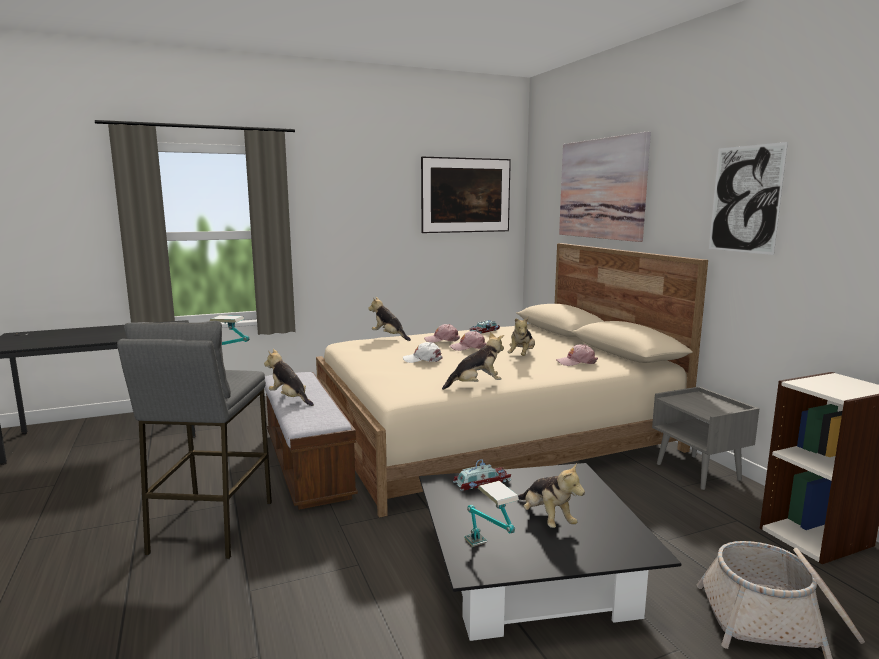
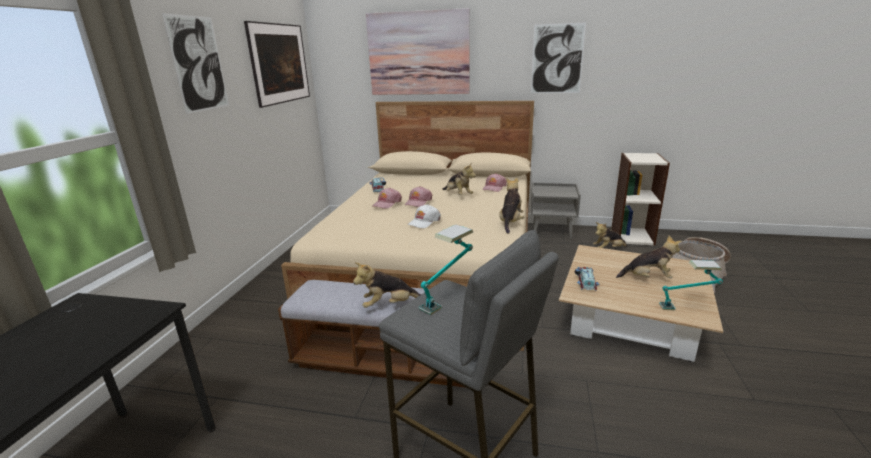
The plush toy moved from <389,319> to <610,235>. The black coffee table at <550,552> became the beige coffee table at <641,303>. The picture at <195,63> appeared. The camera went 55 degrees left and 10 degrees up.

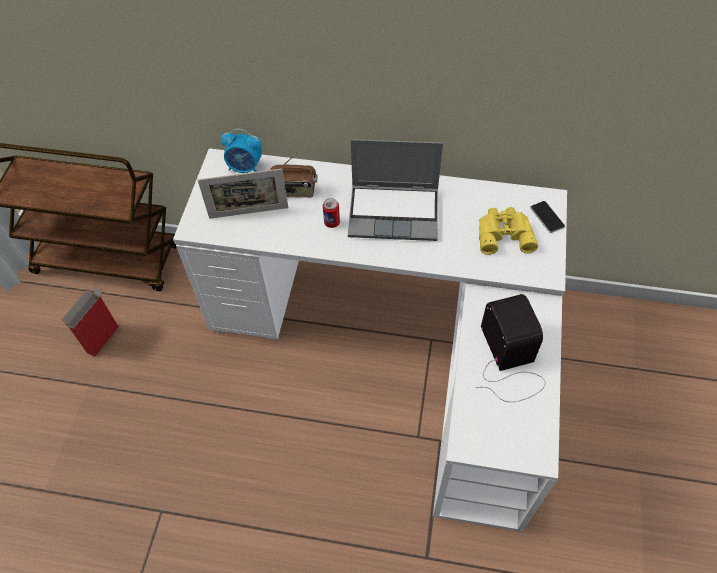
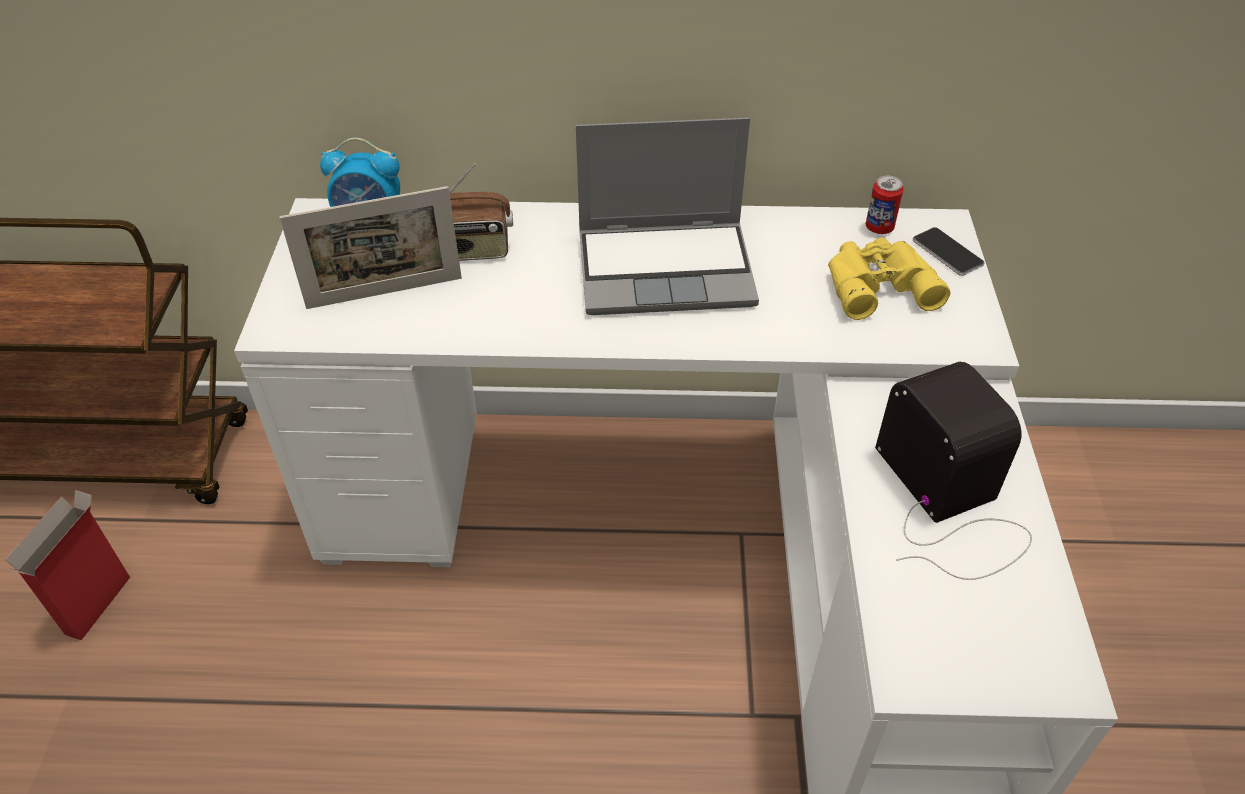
The can moved from <331,213> to <884,205>. The camera went 10 degrees left and 10 degrees down.

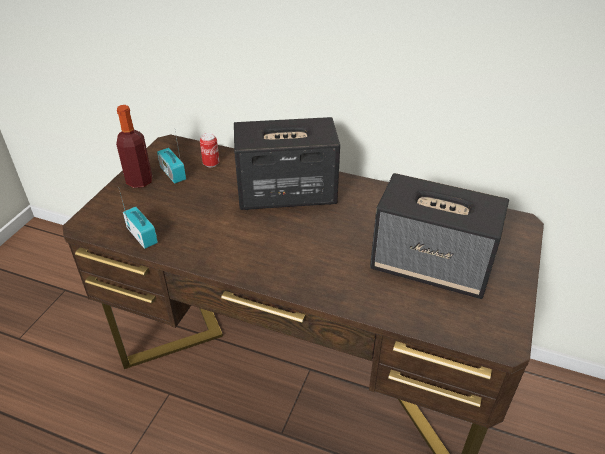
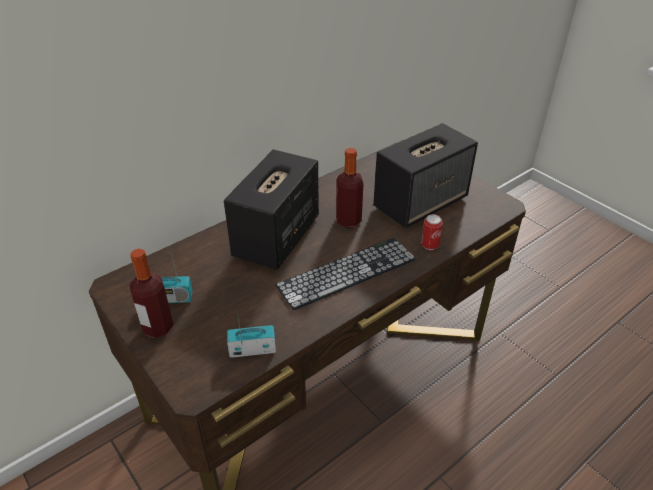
The can moved from <209,150> to <432,232>. The keyboard at <345,274> appeared. The bottle at <349,188> appeared. The camera went 60 degrees left and 0 degrees up.

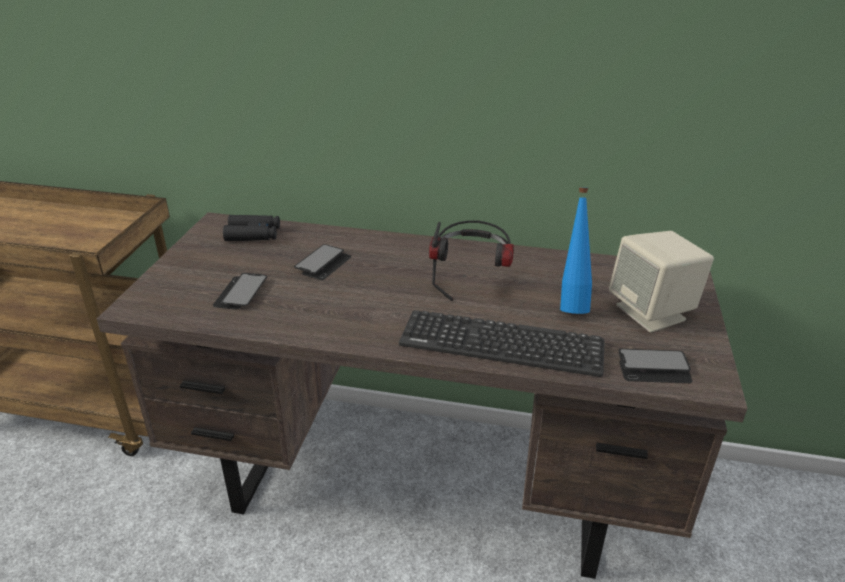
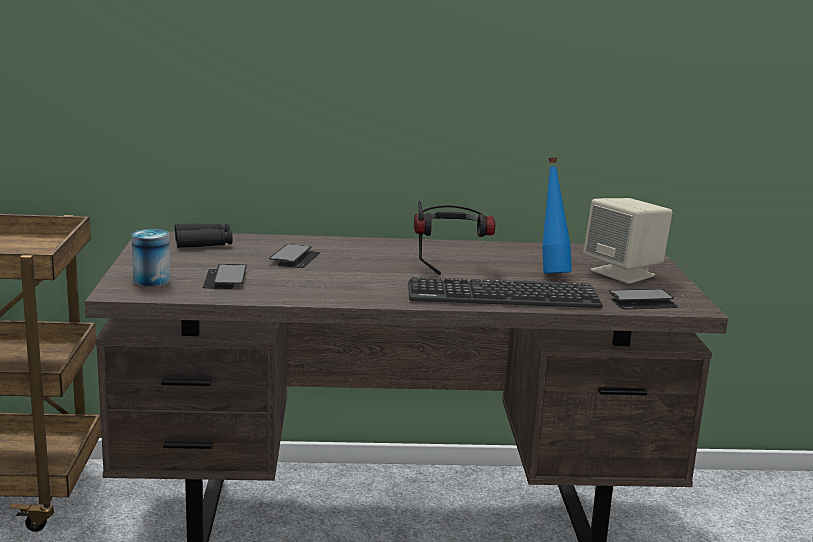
The can at <151,258> appeared. The camera went 15 degrees left and 15 degrees down.

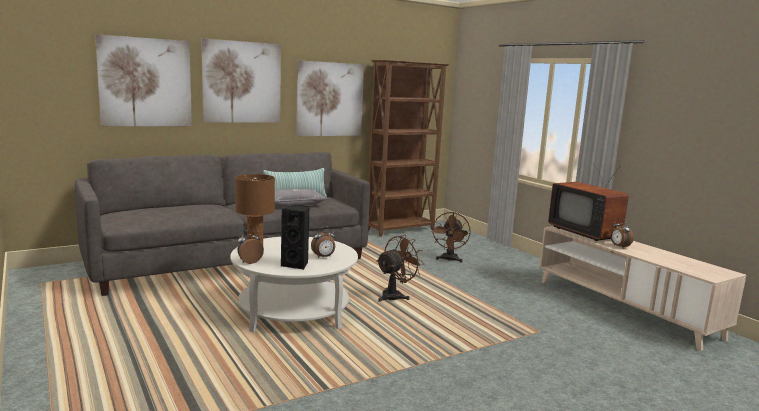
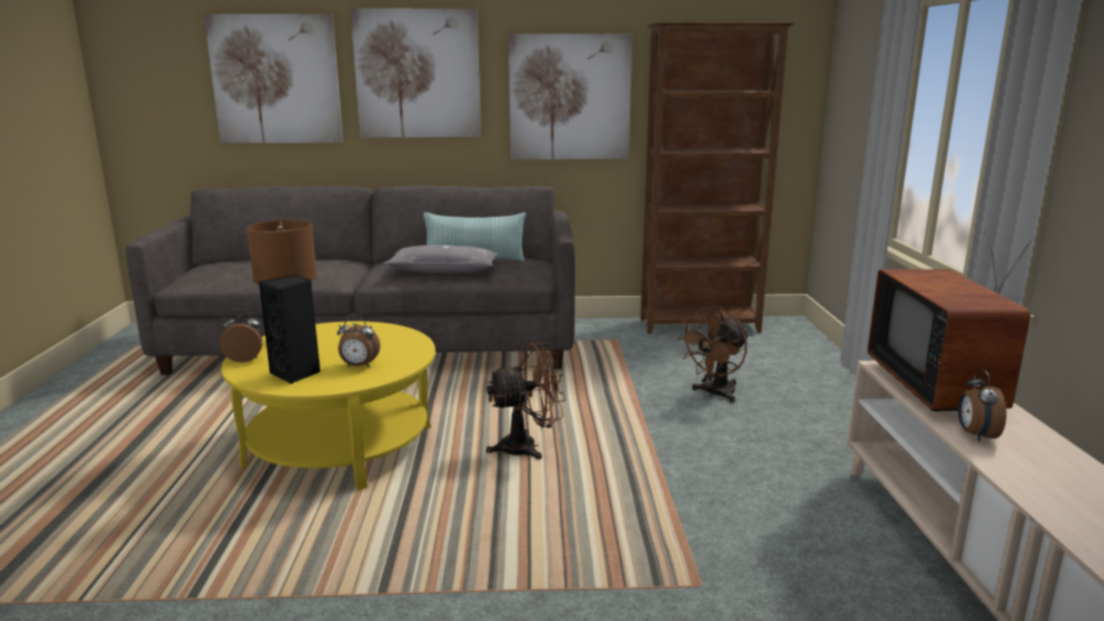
The white coffee table at <294,285> became the yellow coffee table at <328,405>. The camera went 30 degrees right and 5 degrees up.

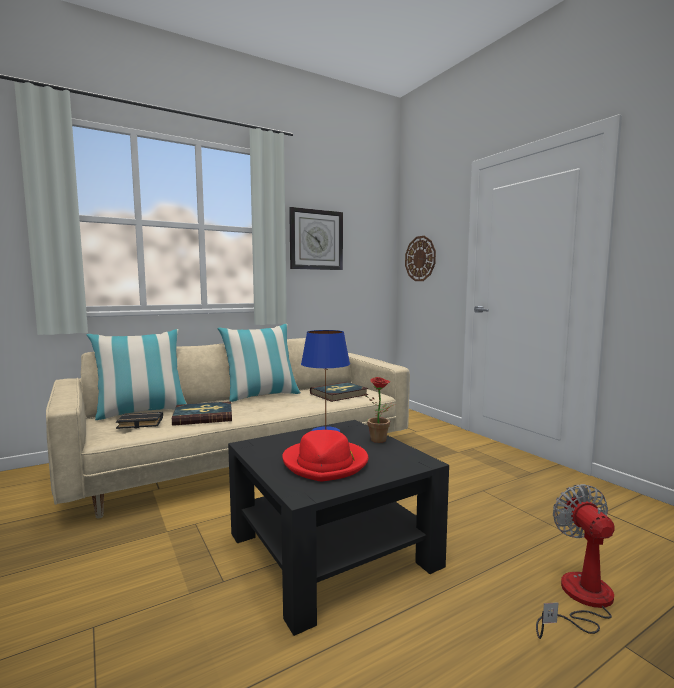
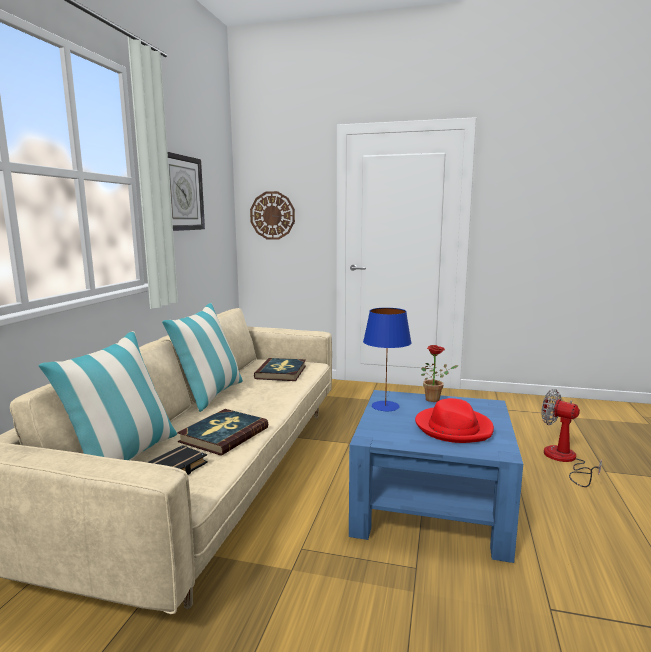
The black coffee table at <338,528> became the blue coffee table at <436,476>. The camera went 45 degrees left and 5 degrees up.

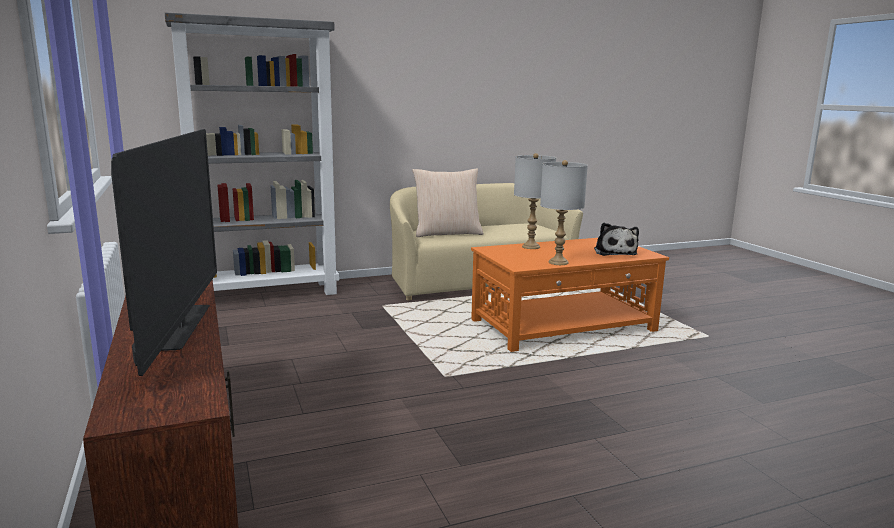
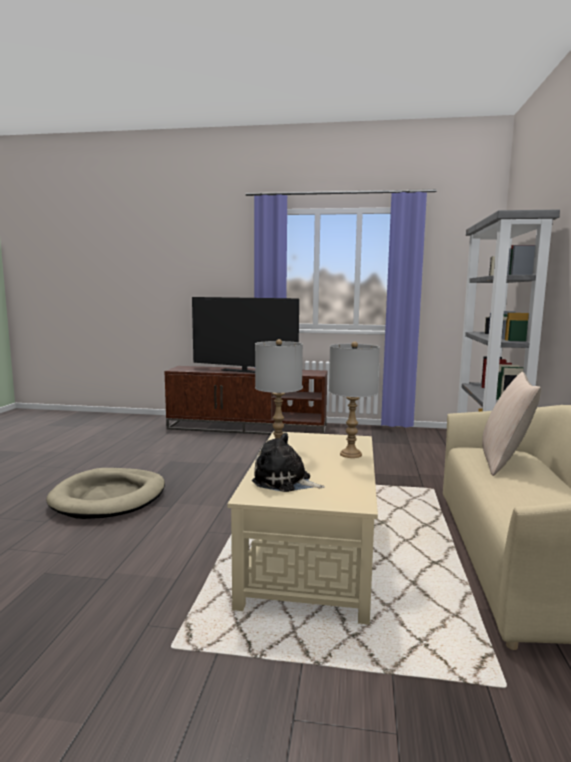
The orange coffee table at <570,295> became the beige coffee table at <302,528>. The beige dog bed at <105,493> appeared. The camera went 120 degrees right and 5 degrees down.

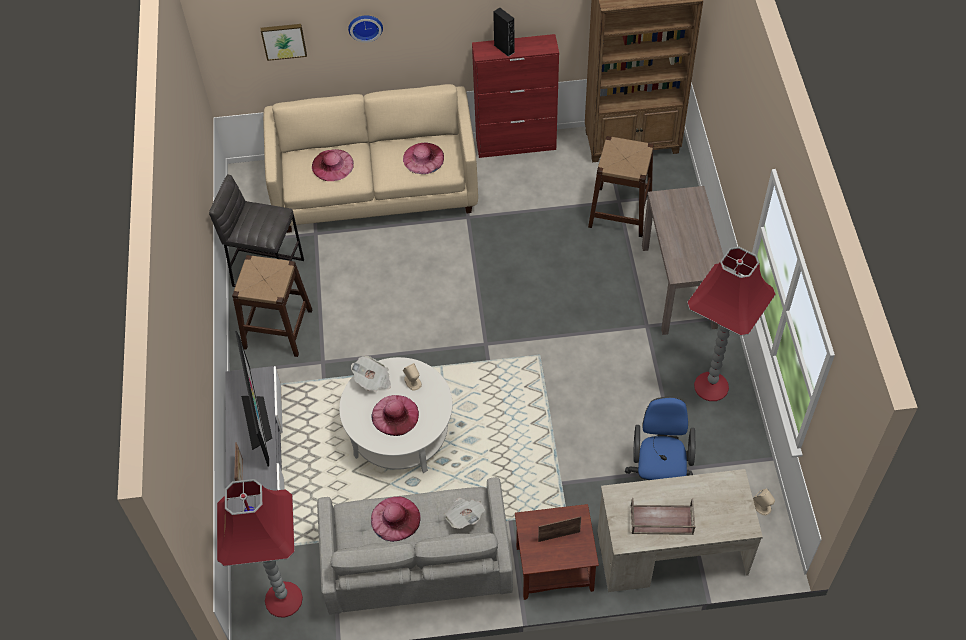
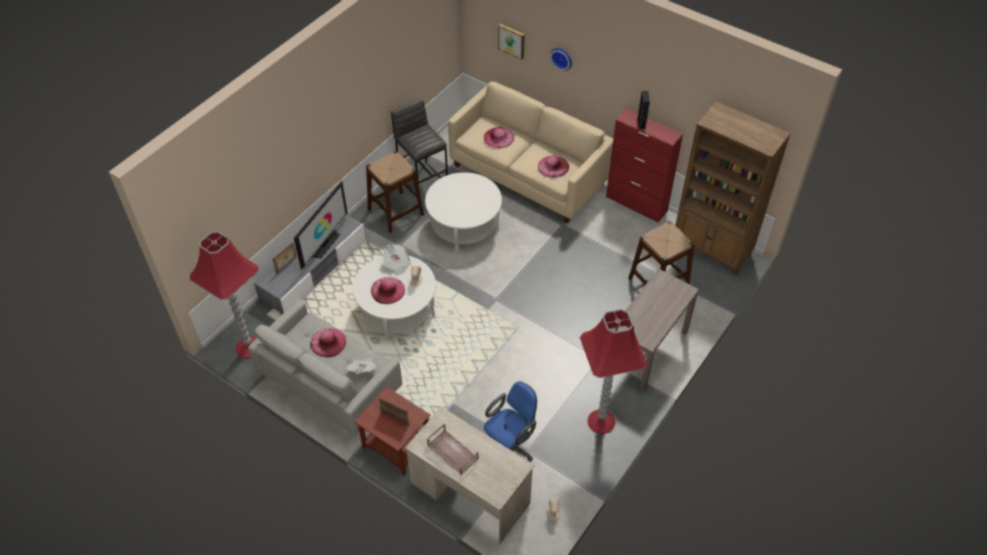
The white coffee table at <463,212> appeared. The camera went 40 degrees right and 5 degrees down.

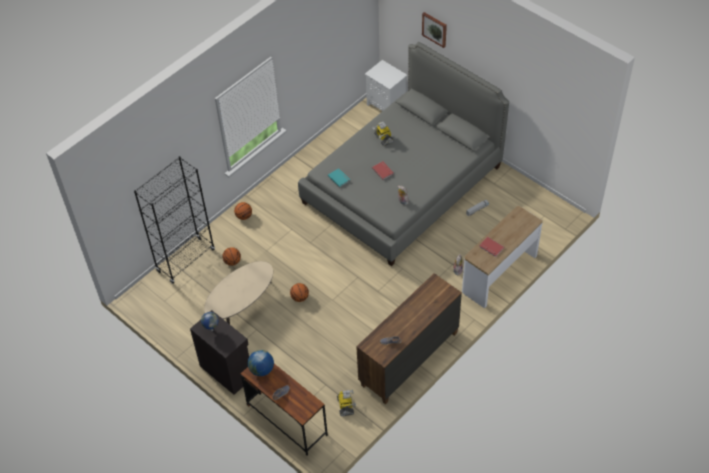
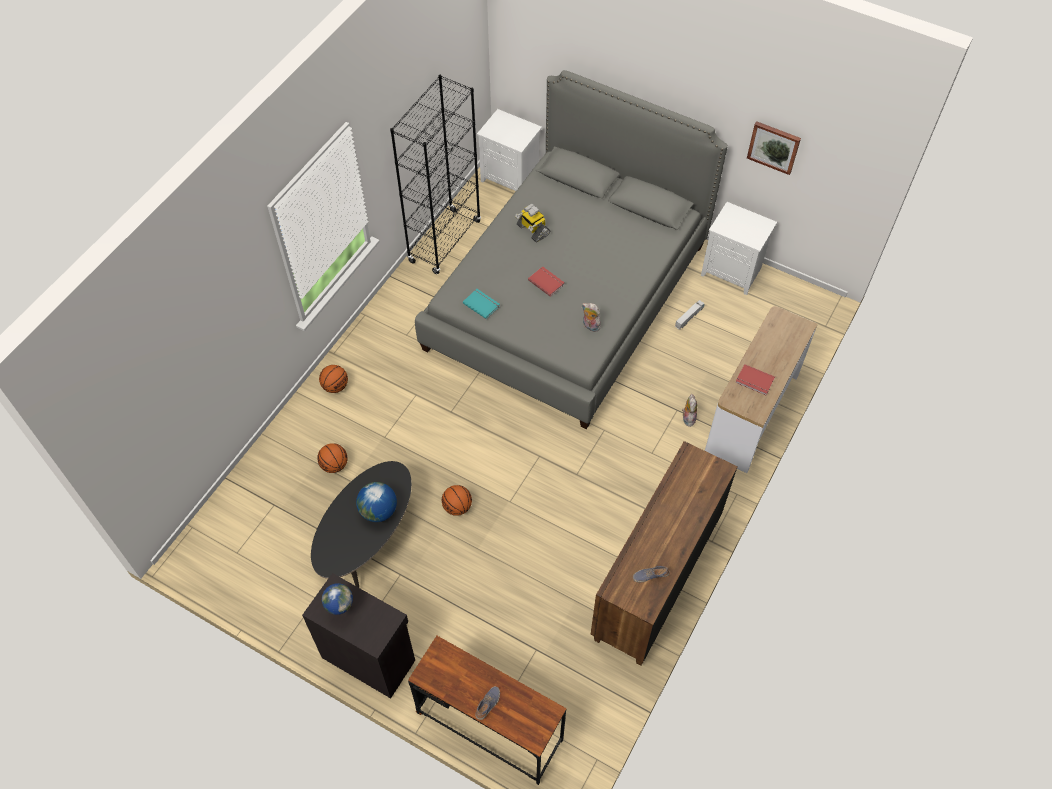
The black bookcase moved from <174,220> to <435,174>. The beige coffee table at <238,292> became the black coffee table at <361,524>. The globe moved from <261,363> to <376,502>. The toy robot at <346,402> disappeared. The picture moved from <434,30> to <774,148>. The white nightstand at <739,248> appeared. The camera went 15 degrees left and 5 degrees up.

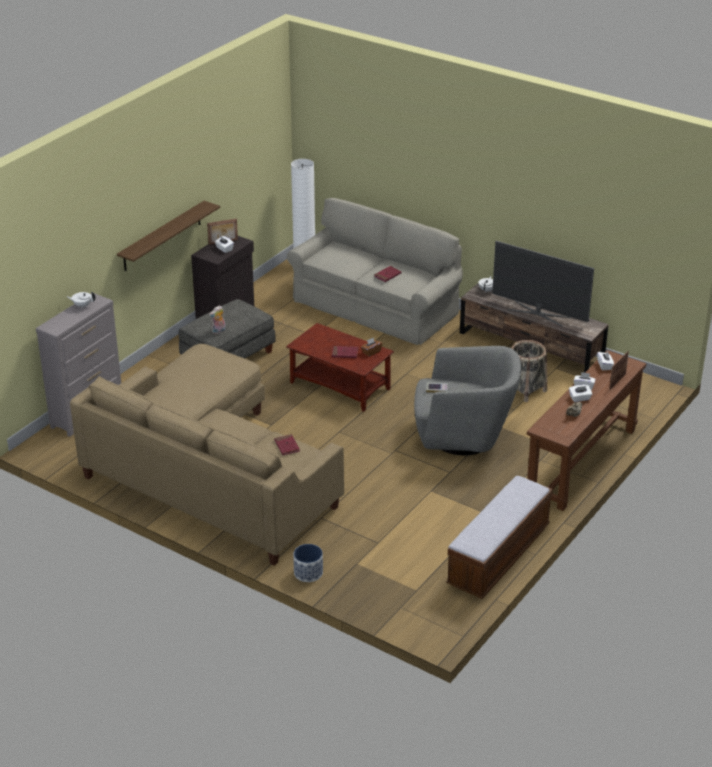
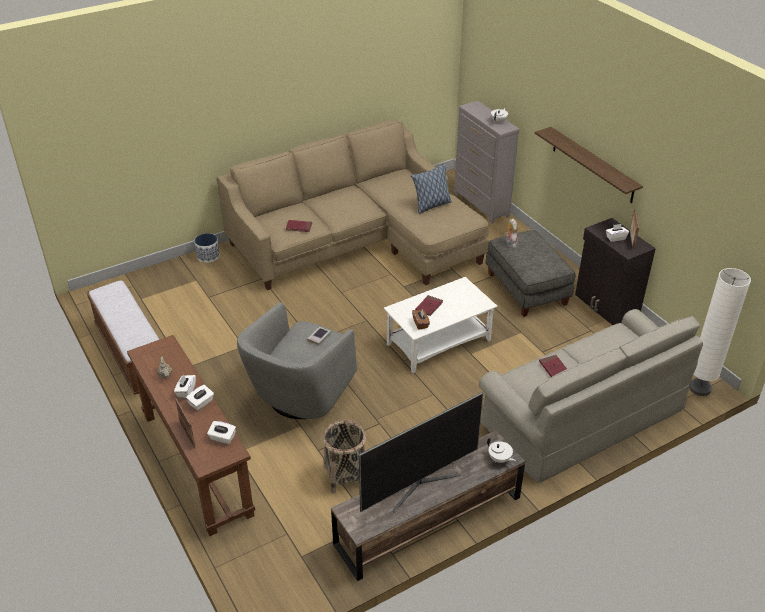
The brown coffee table at <340,367> became the white coffee table at <441,325>. The pillow at <431,189> appeared. The camera went 115 degrees right and 5 degrees up.

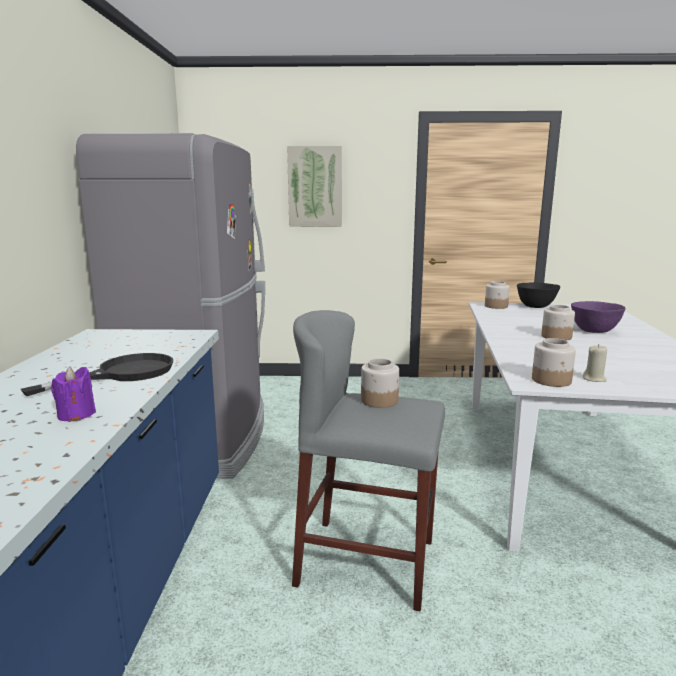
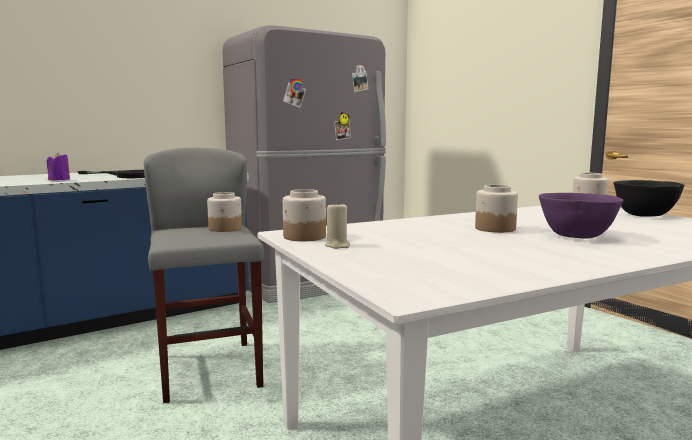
The picture at <314,186> disappeared. The camera went 55 degrees right and 5 degrees down.

